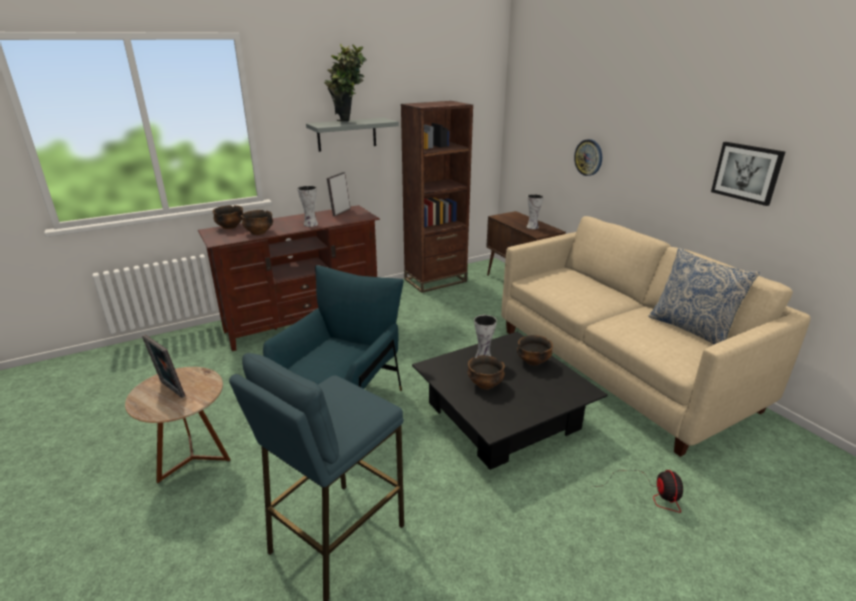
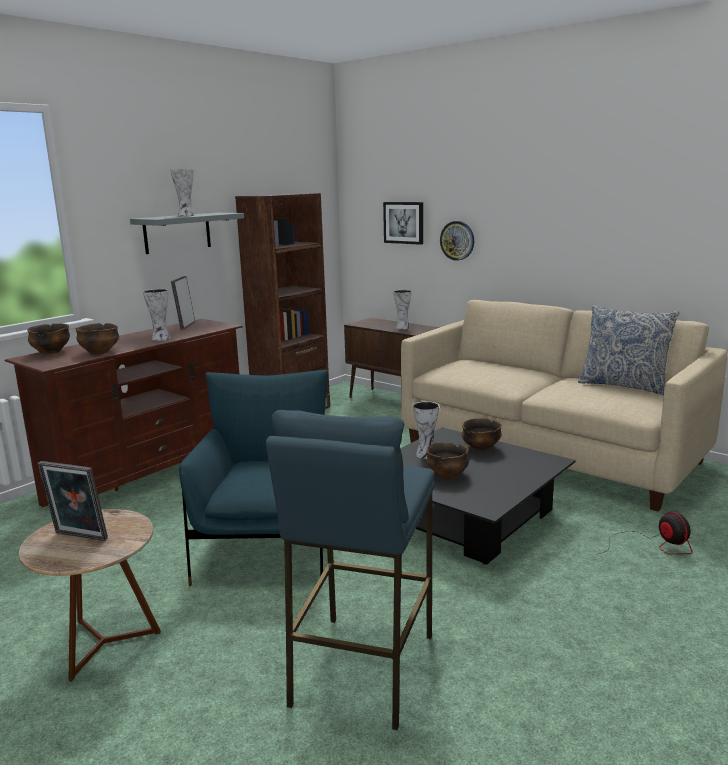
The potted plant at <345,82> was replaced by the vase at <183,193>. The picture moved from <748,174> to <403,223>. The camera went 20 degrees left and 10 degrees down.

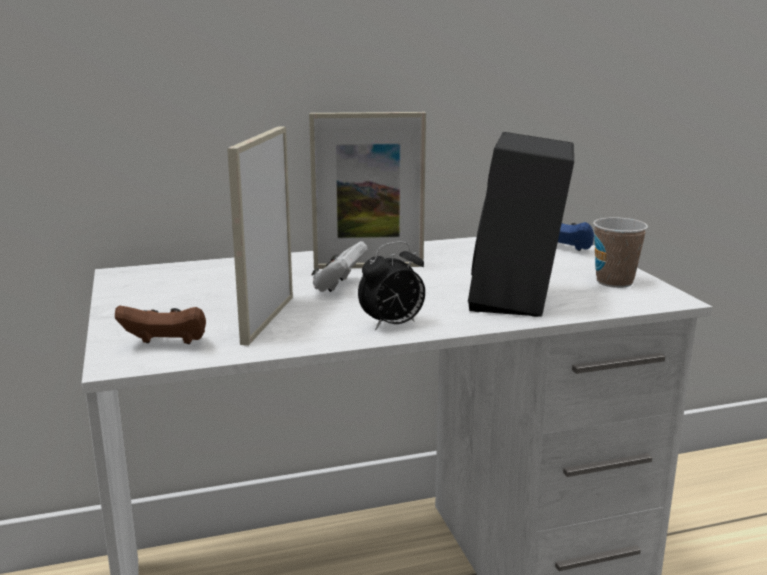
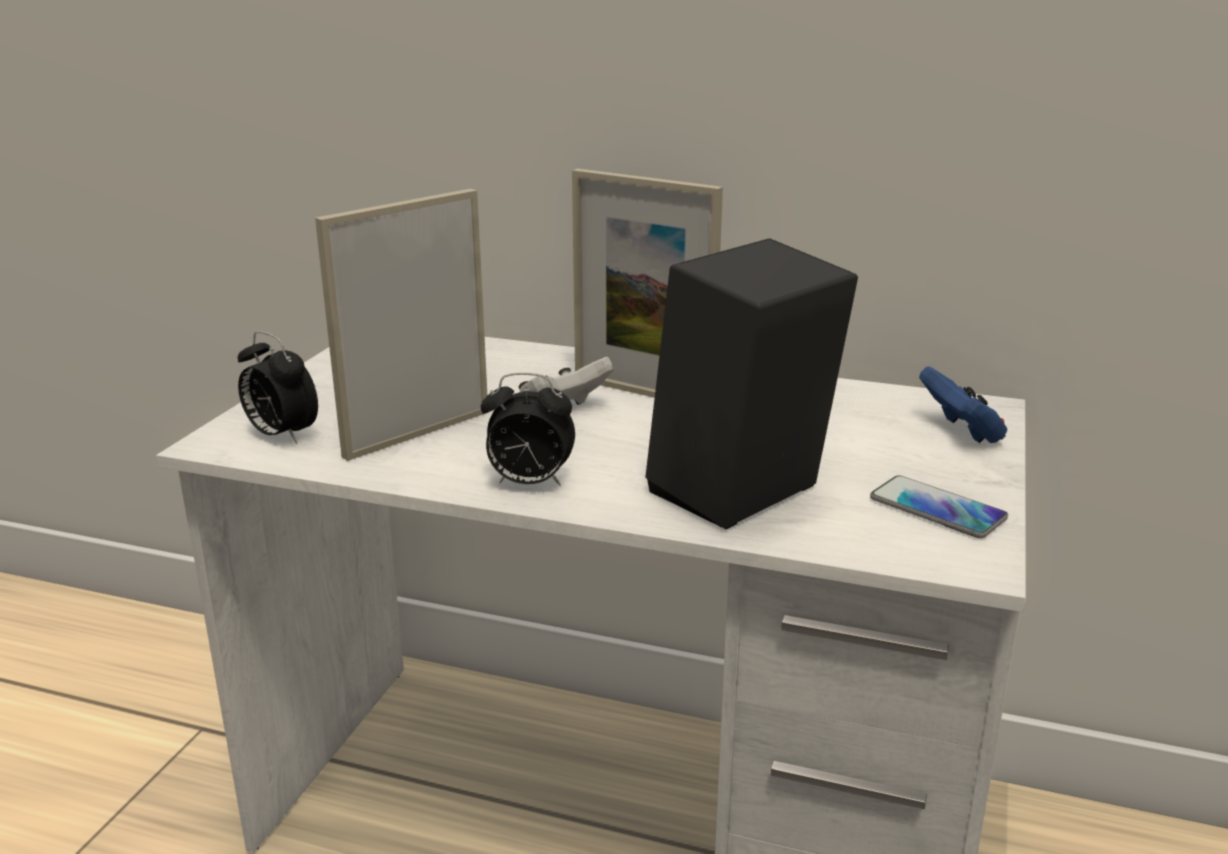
The brown game controller at <160,324> was replaced by the alarm clock at <278,387>. The cup at <620,252> was replaced by the phone at <939,506>. The camera went 35 degrees right and 5 degrees up.

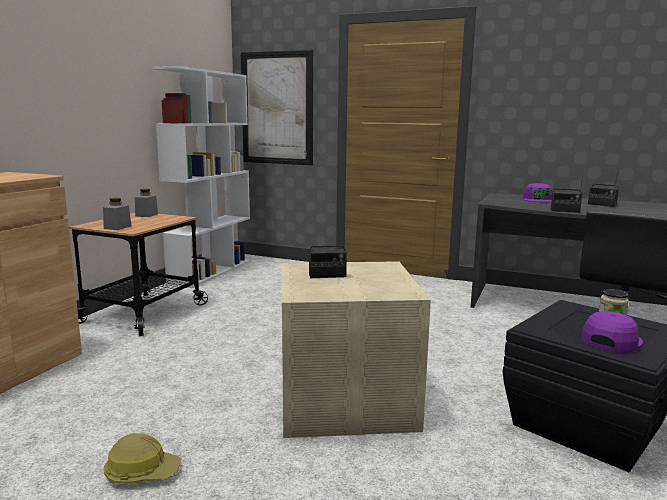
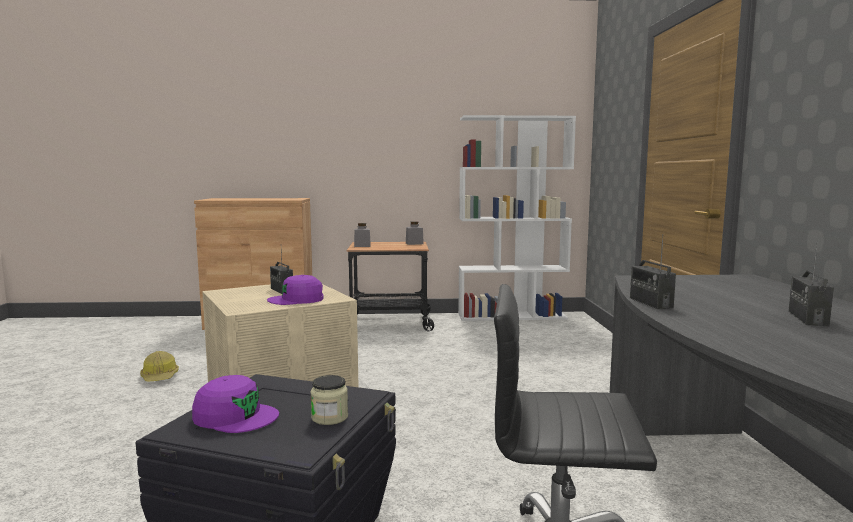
The picture at <277,107> disappeared. The purple cap moved from <538,192> to <295,290>. The camera went 65 degrees right and 5 degrees down.

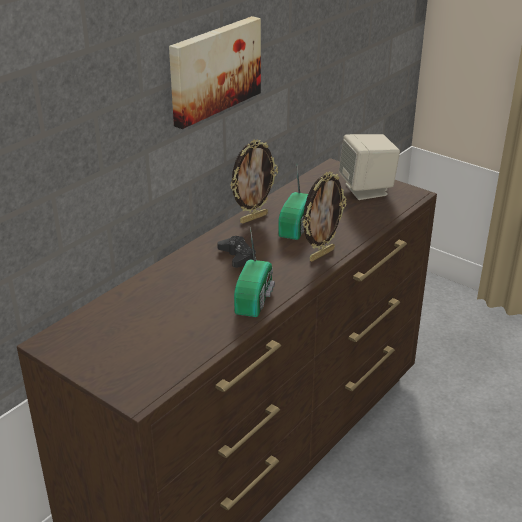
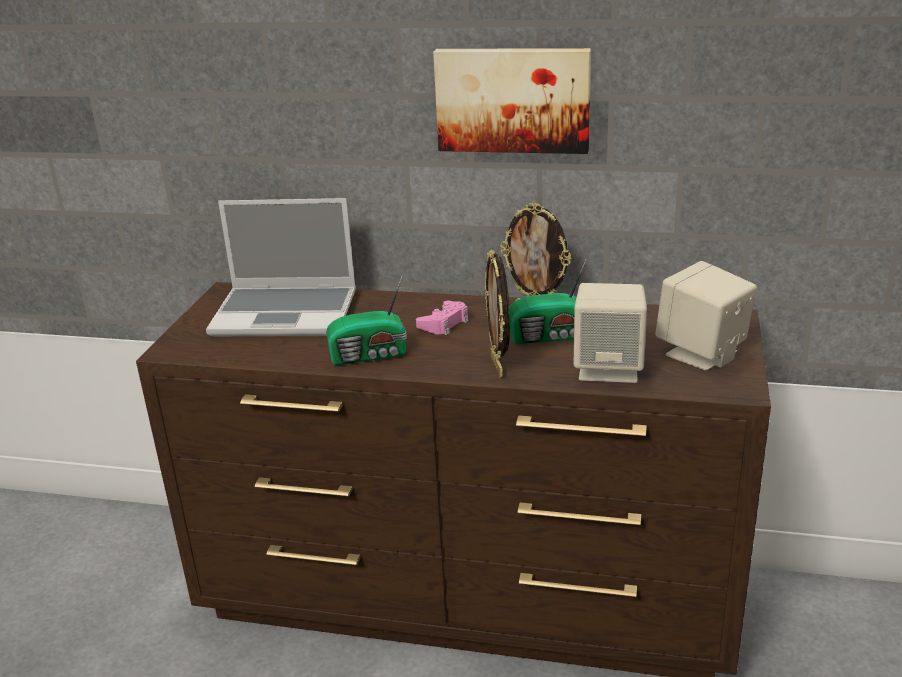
The black game controller at <236,252> became the pink game controller at <442,318>. The picture frame at <325,217> turned 60 degrees clockwise. The laptop at <281,267> appeared. The beige speaker at <610,333> appeared. The camera went 65 degrees right and 5 degrees down.

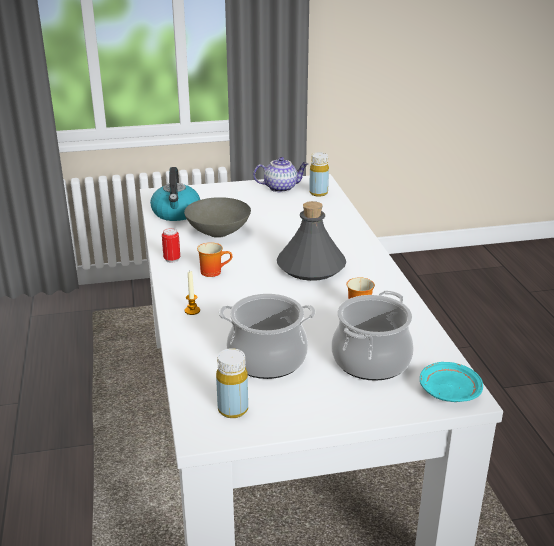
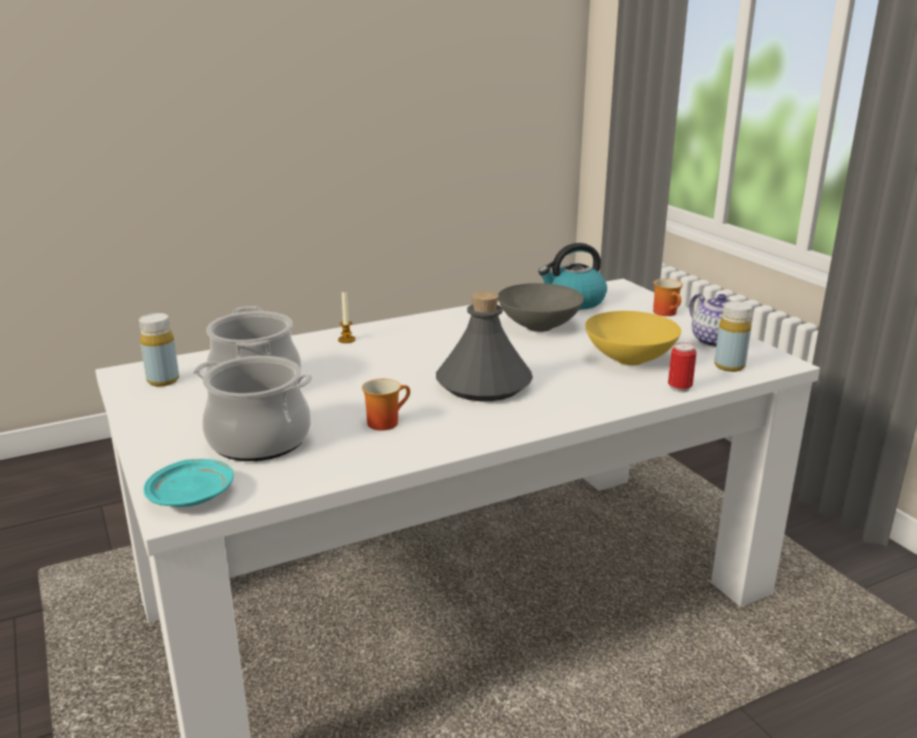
The can moved from <171,245> to <682,367>. The mug moved from <214,259> to <668,297>. The yellow bowl at <633,338> appeared. The camera went 75 degrees right and 5 degrees down.

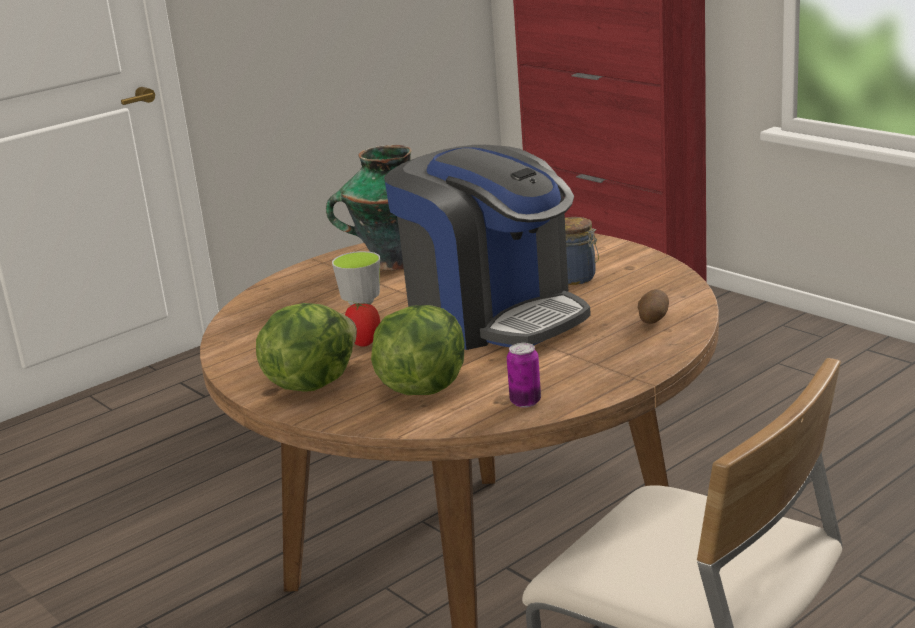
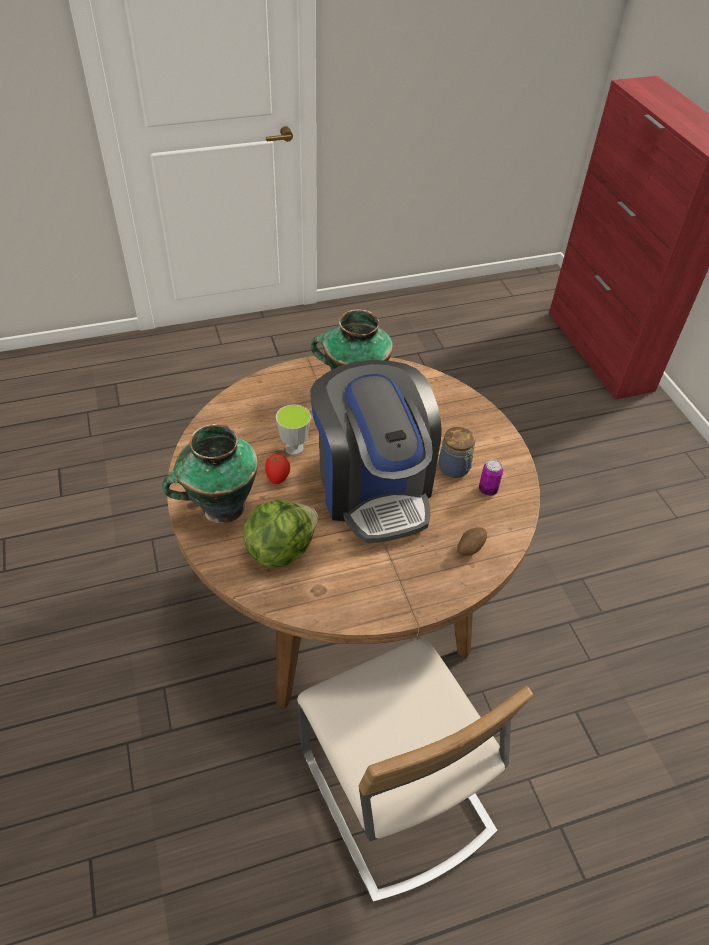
The lettuce at <306,347> was replaced by the vase at <210,474>. The can moved from <524,375> to <491,477>. The camera went 20 degrees right and 25 degrees up.

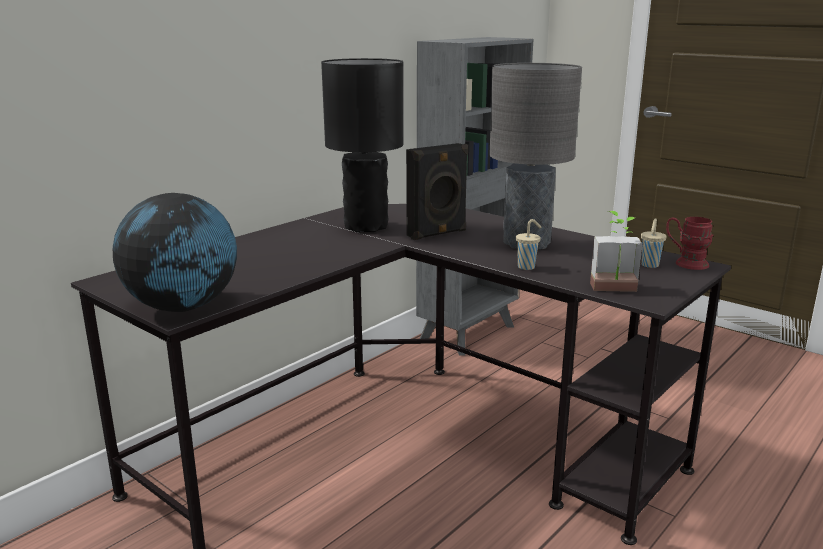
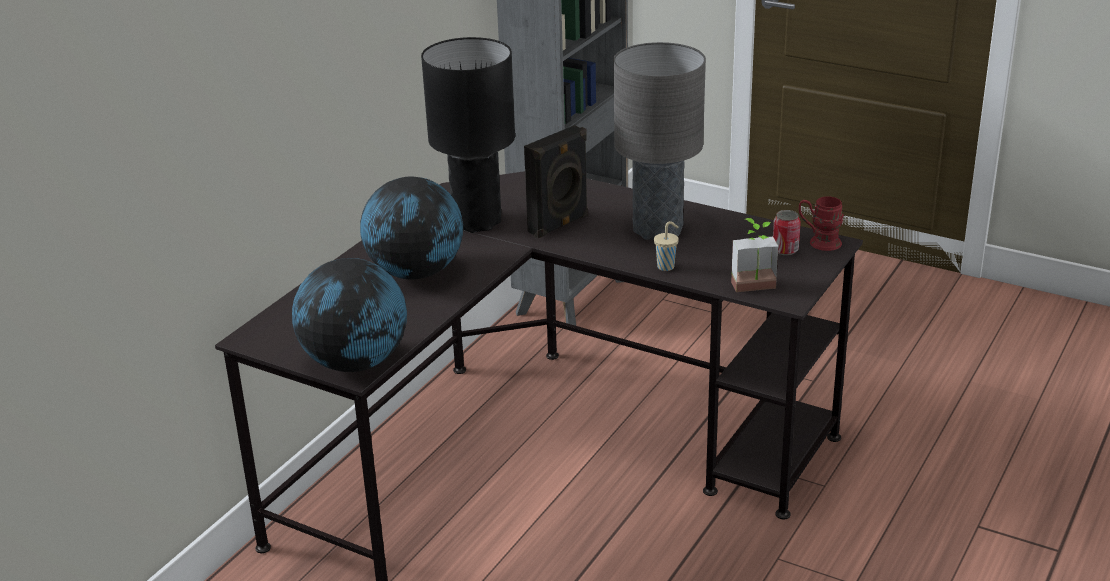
The beige cup at <654,243> was replaced by the can at <787,232>. The globe at <411,228> appeared. The camera went 10 degrees left and 10 degrees up.

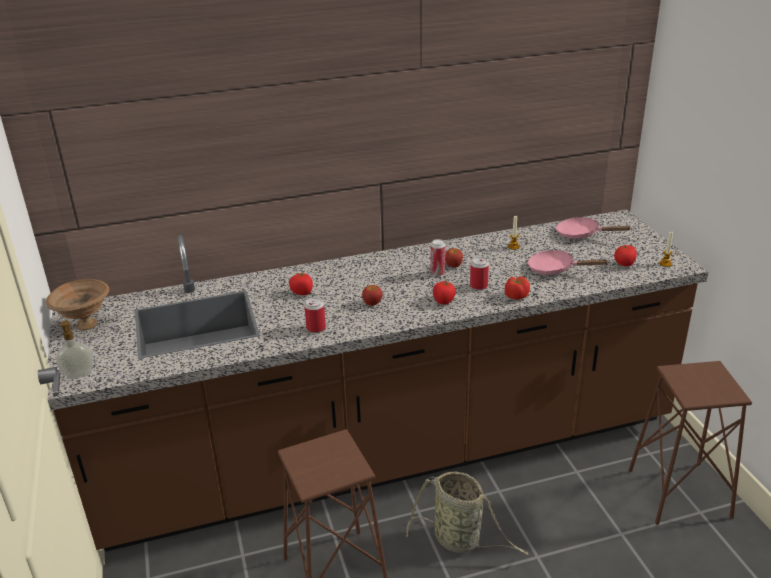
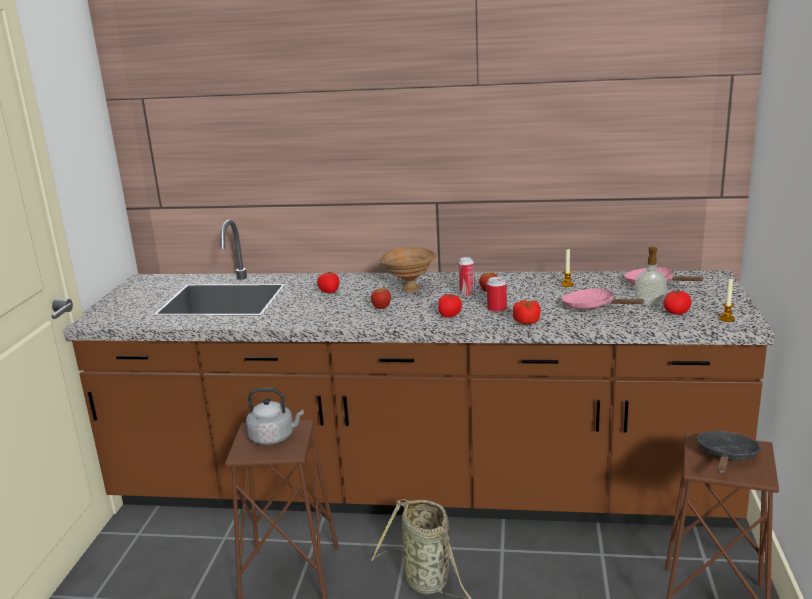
The brown bowl moved from <77,304> to <408,269>. The soap dispenser moved from <75,350> to <650,276>. The can at <315,315> disappeared. The grey kettle at <275,416> appeared. The black frying pan at <729,452> appeared. The camera went 25 degrees right and 10 degrees down.

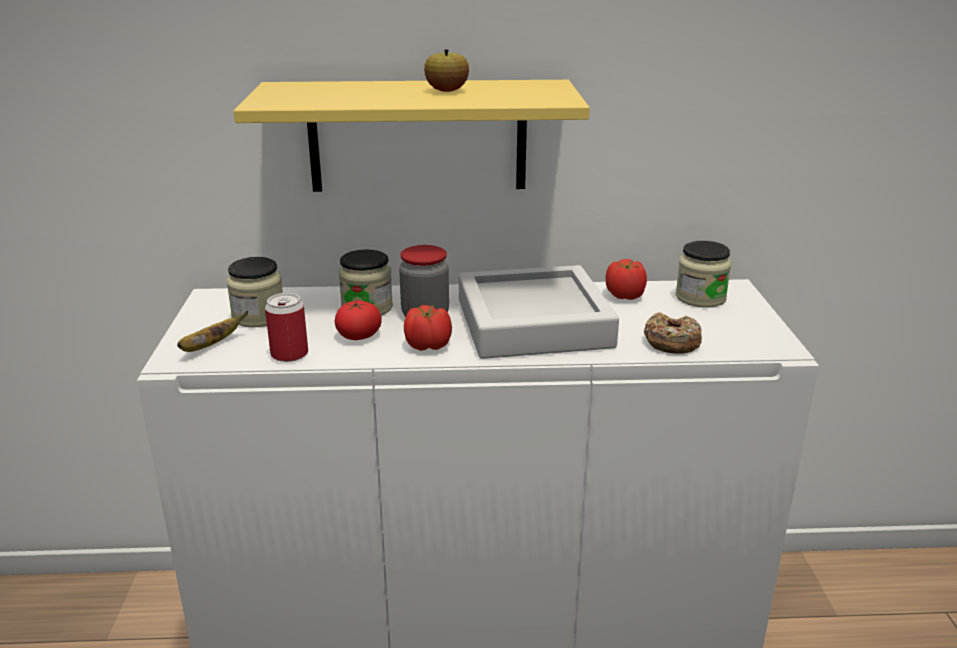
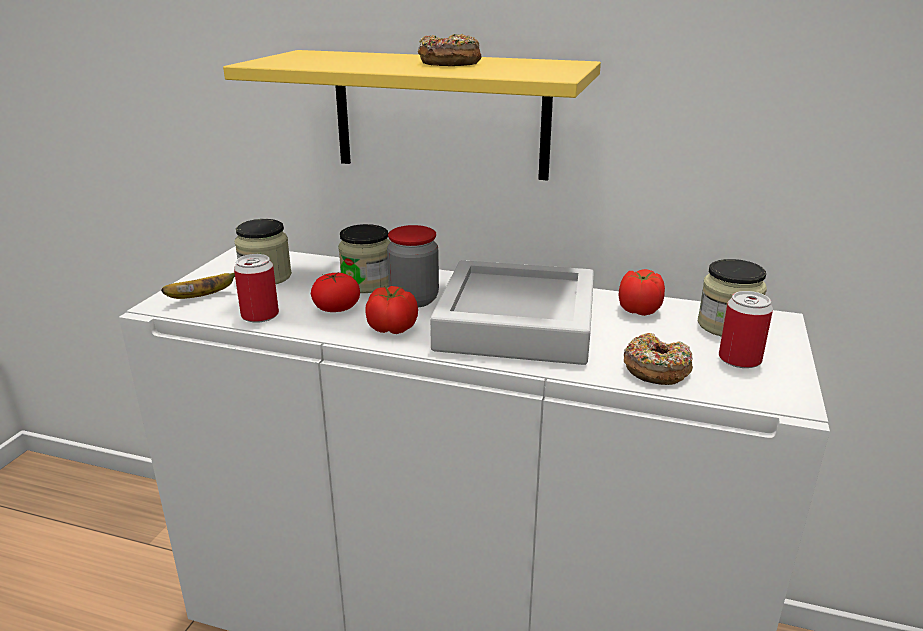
The apple at <446,70> was replaced by the donut at <450,49>. The can at <746,329> appeared. The camera went 20 degrees right and 0 degrees up.

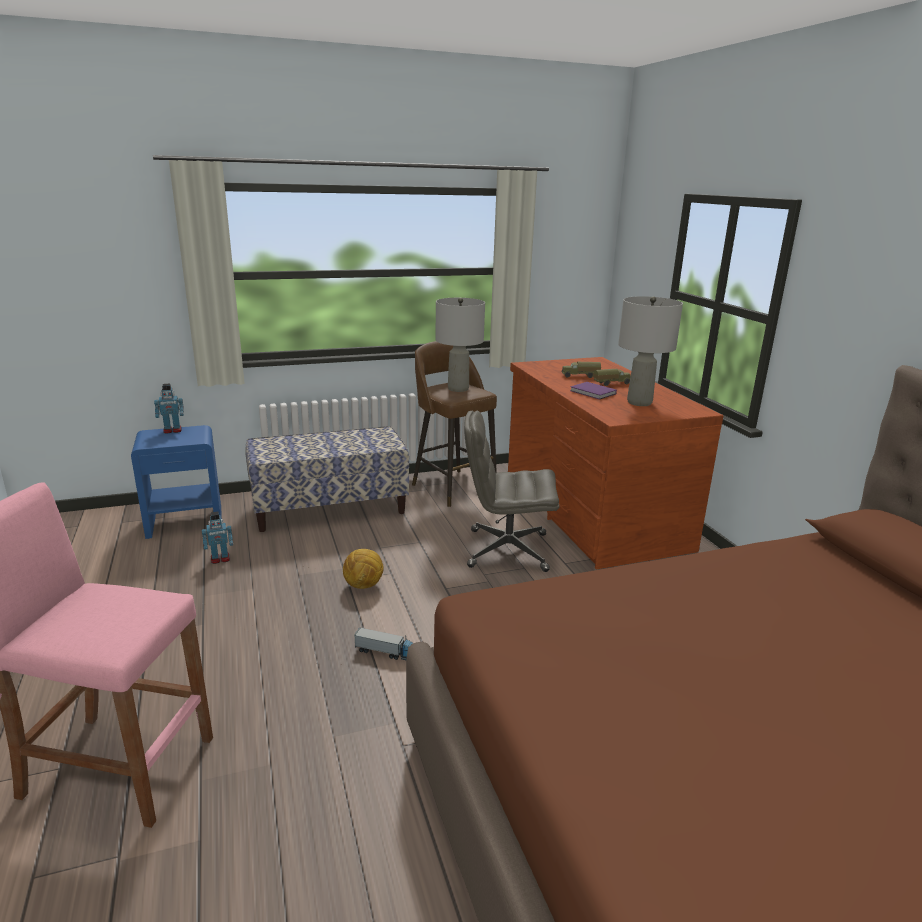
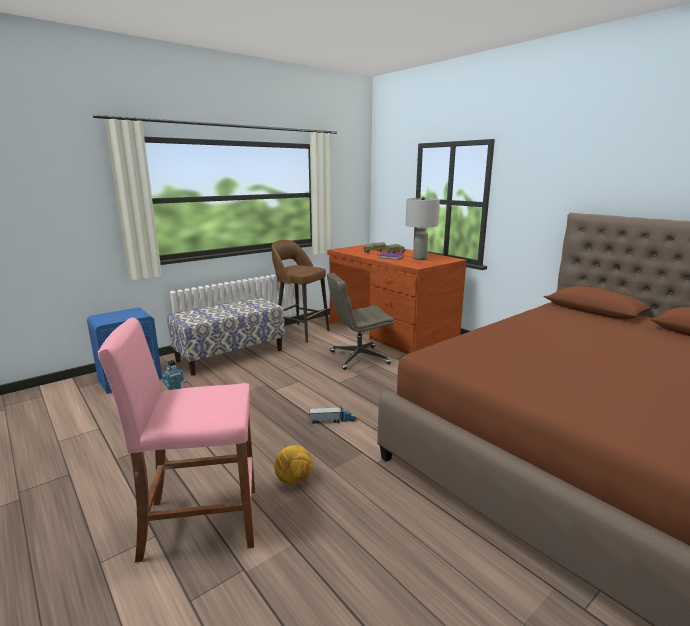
The toy robot at <169,409> disappeared. The football moved from <363,569> to <293,464>. The grey table lamp at <460,345> disappeared. The camera went 20 degrees left and 5 degrees down.

